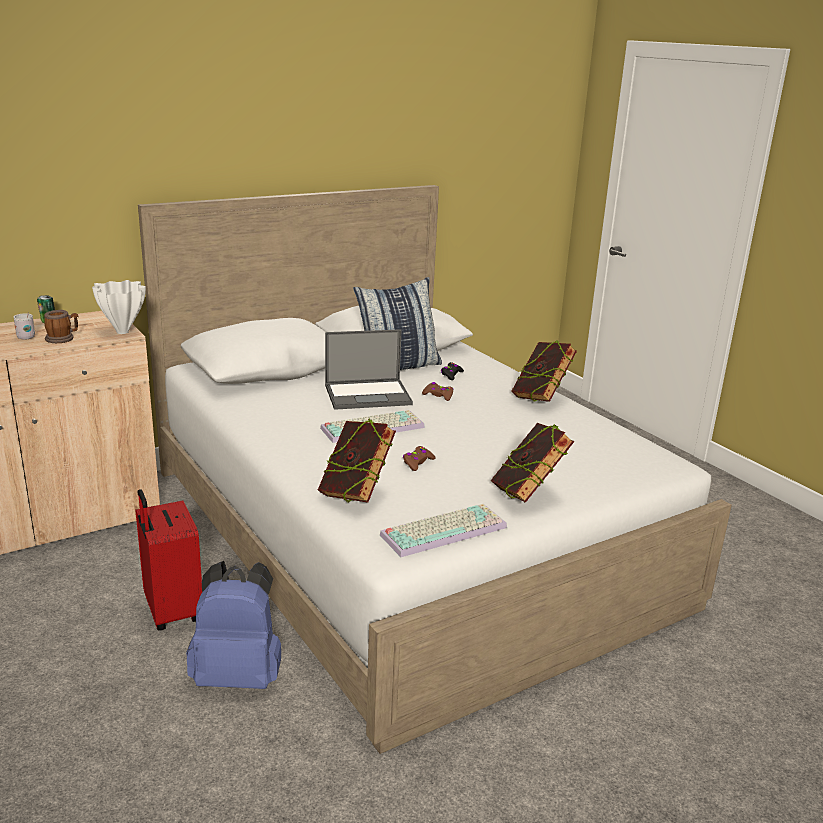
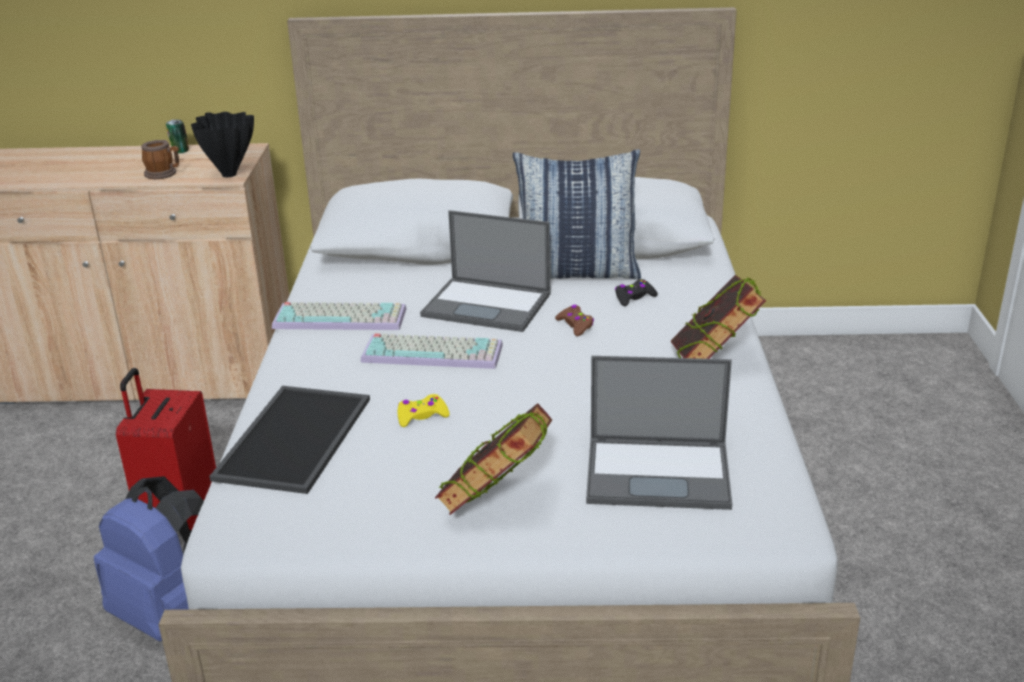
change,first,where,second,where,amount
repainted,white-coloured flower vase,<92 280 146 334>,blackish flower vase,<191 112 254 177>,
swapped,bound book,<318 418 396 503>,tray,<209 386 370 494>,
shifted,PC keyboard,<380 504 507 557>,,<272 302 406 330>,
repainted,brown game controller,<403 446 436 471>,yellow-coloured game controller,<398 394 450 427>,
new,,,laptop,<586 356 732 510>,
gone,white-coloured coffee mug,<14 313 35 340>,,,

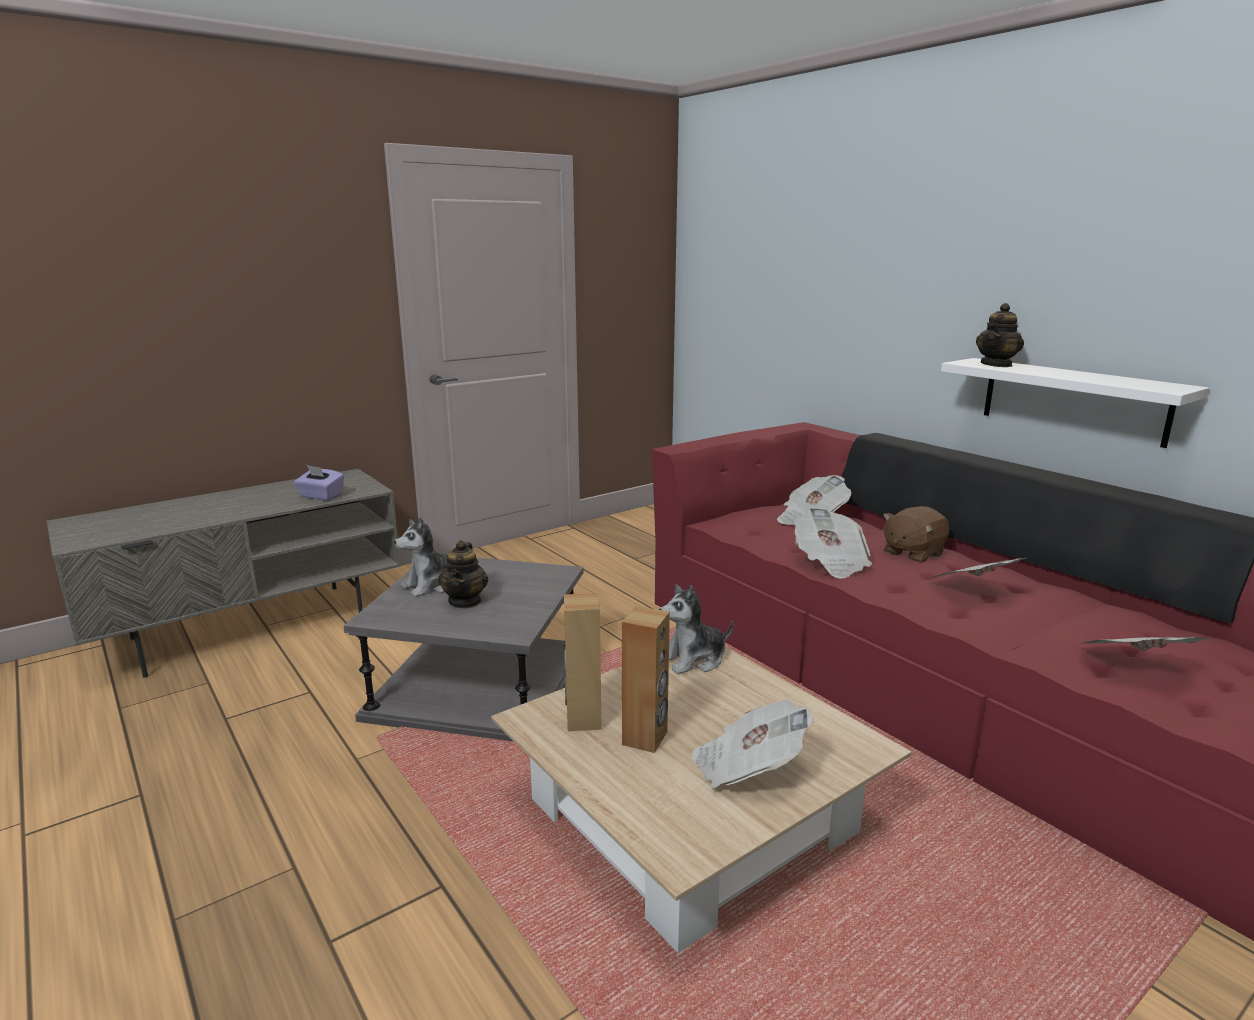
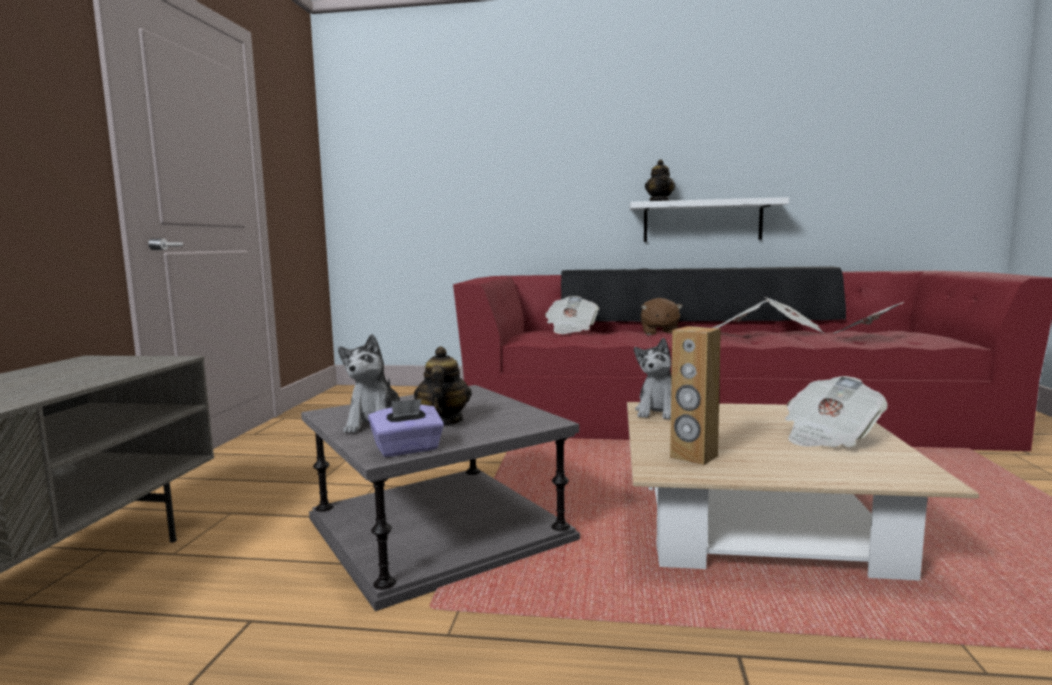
change,first,where,second,where,amount
shifted,purplish tissue box,<294 465 344 501>,,<368 399 444 457>,
rotated,pot for tea,<438 540 488 608>,,<414 346 472 426>,135 degrees counterclockwise
shifted,printed paper,<794 507 872 579>,,<765 297 824 333>,
gone,brown speaker,<622 606 670 753>,,,

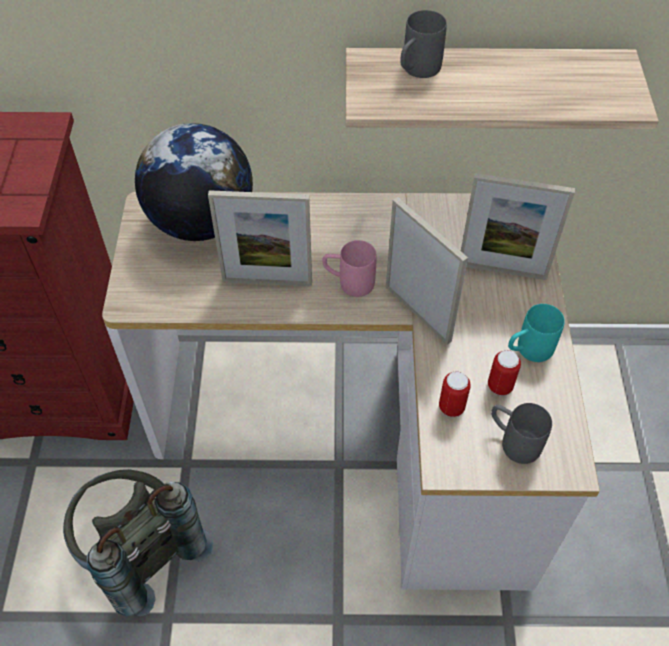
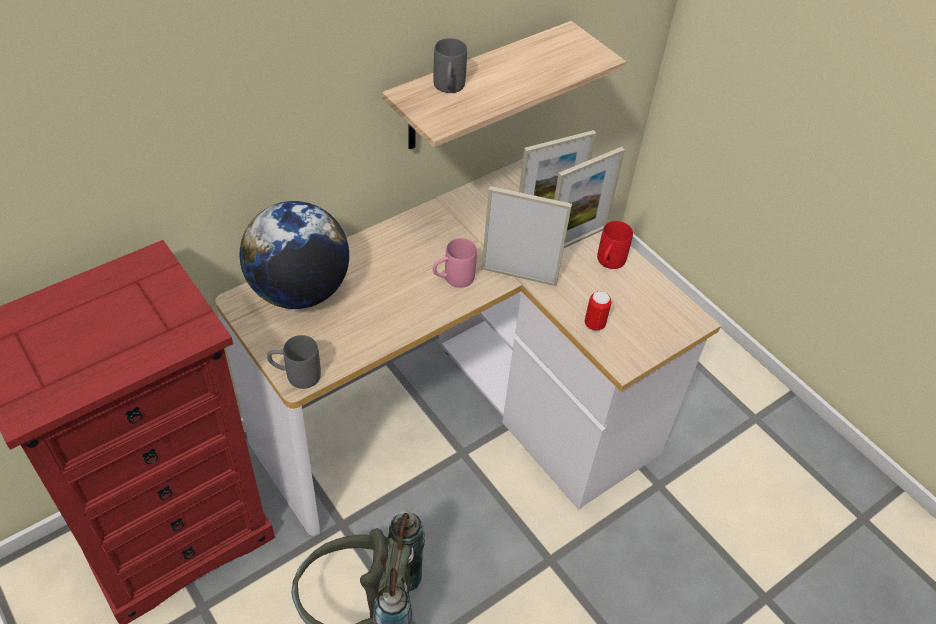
change,first,where,second,where,amount
shifted,greyish coffee mug,<491 403 552 464>,,<267 335 321 389>,
shifted,photo frame,<208 190 312 286>,,<554 147 625 248>,
repainted,turquoise-coloured coffee mug,<508 304 565 362>,red-coloured coffee mug,<597 221 633 269>,
gone,sealed can,<488 350 521 396>,,,

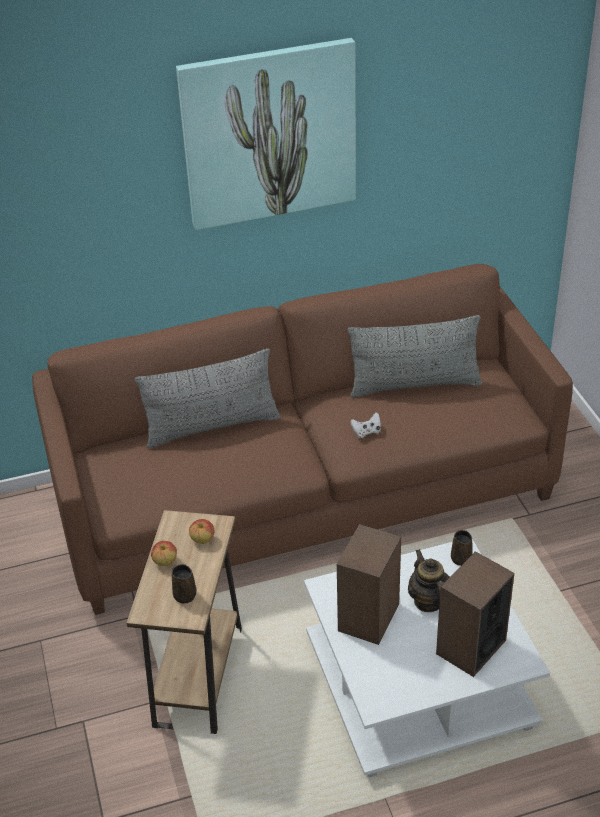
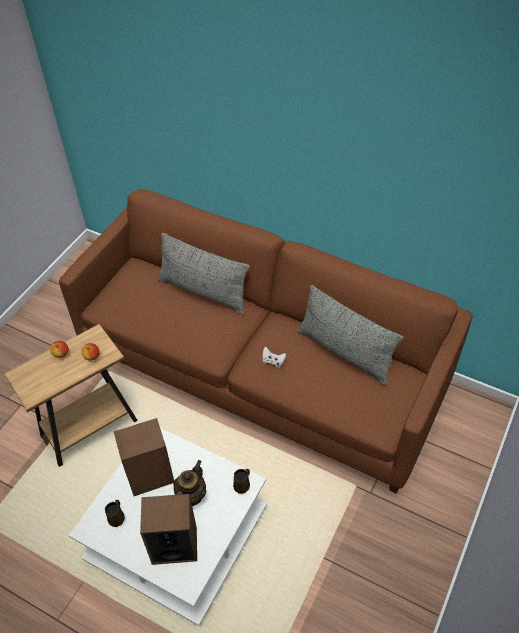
change,first,where,second,where,amount
shifted,brown coffee mug,<172 564 196 604>,,<105 500 125 527>,
gone,wall art,<176 38 356 230>,,,

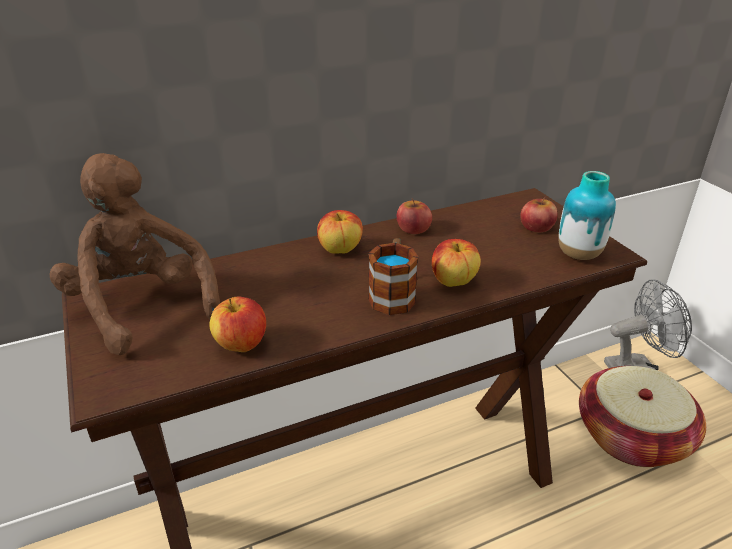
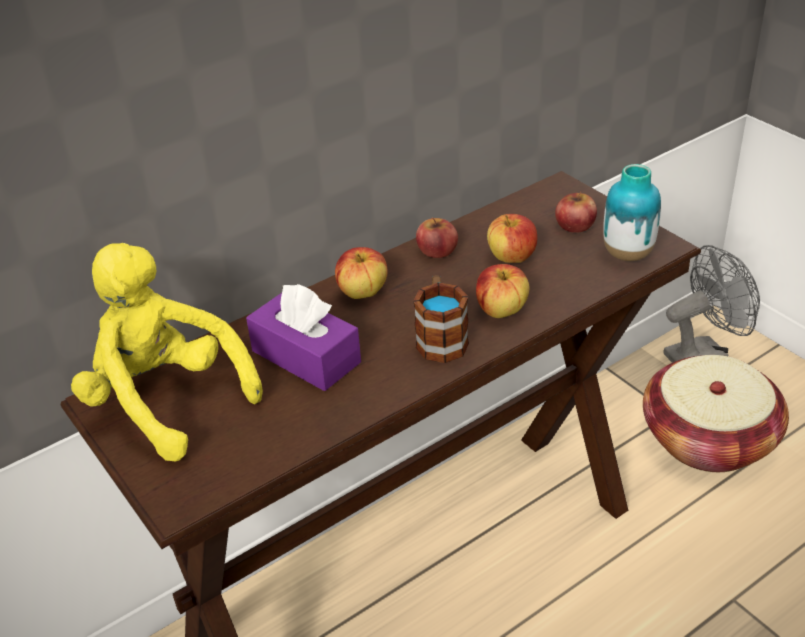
change,first,where,second,where,amount
repainted,brown plush toy,<50 153 220 355>,yellow-coloured plush toy,<71 243 263 462>,
new,,,purplish tissue box,<246 284 361 391>,
shifted,whole apple,<209 297 266 352>,,<487 214 537 263>,

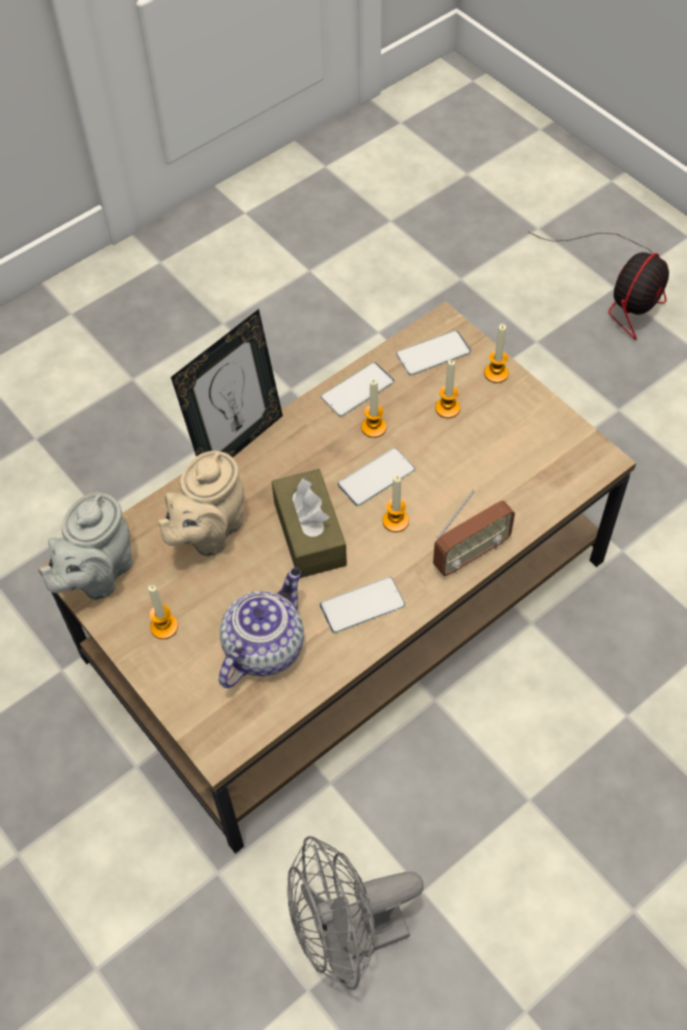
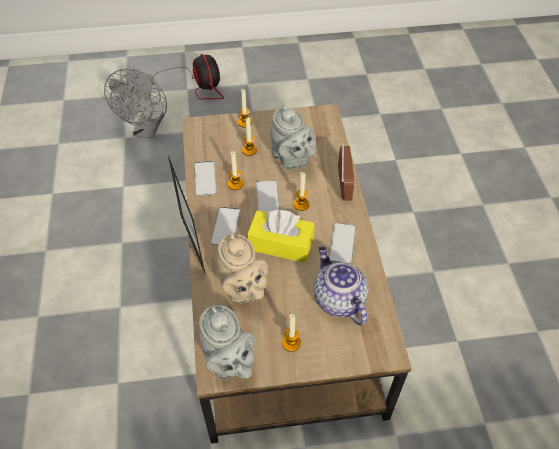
change,first,where,second,where,amount
shifted,greyish electric fan,<287 836 424 990>,,<104 69 167 139>,
shifted,telephone,<396 330 471 375>,,<211 207 240 245>,
repainted,brown tissue box,<272 469 347 578>,yellow-coloured tissue box,<247 210 314 263>,
new,,,greyish pot for tea,<270 105 316 169>,

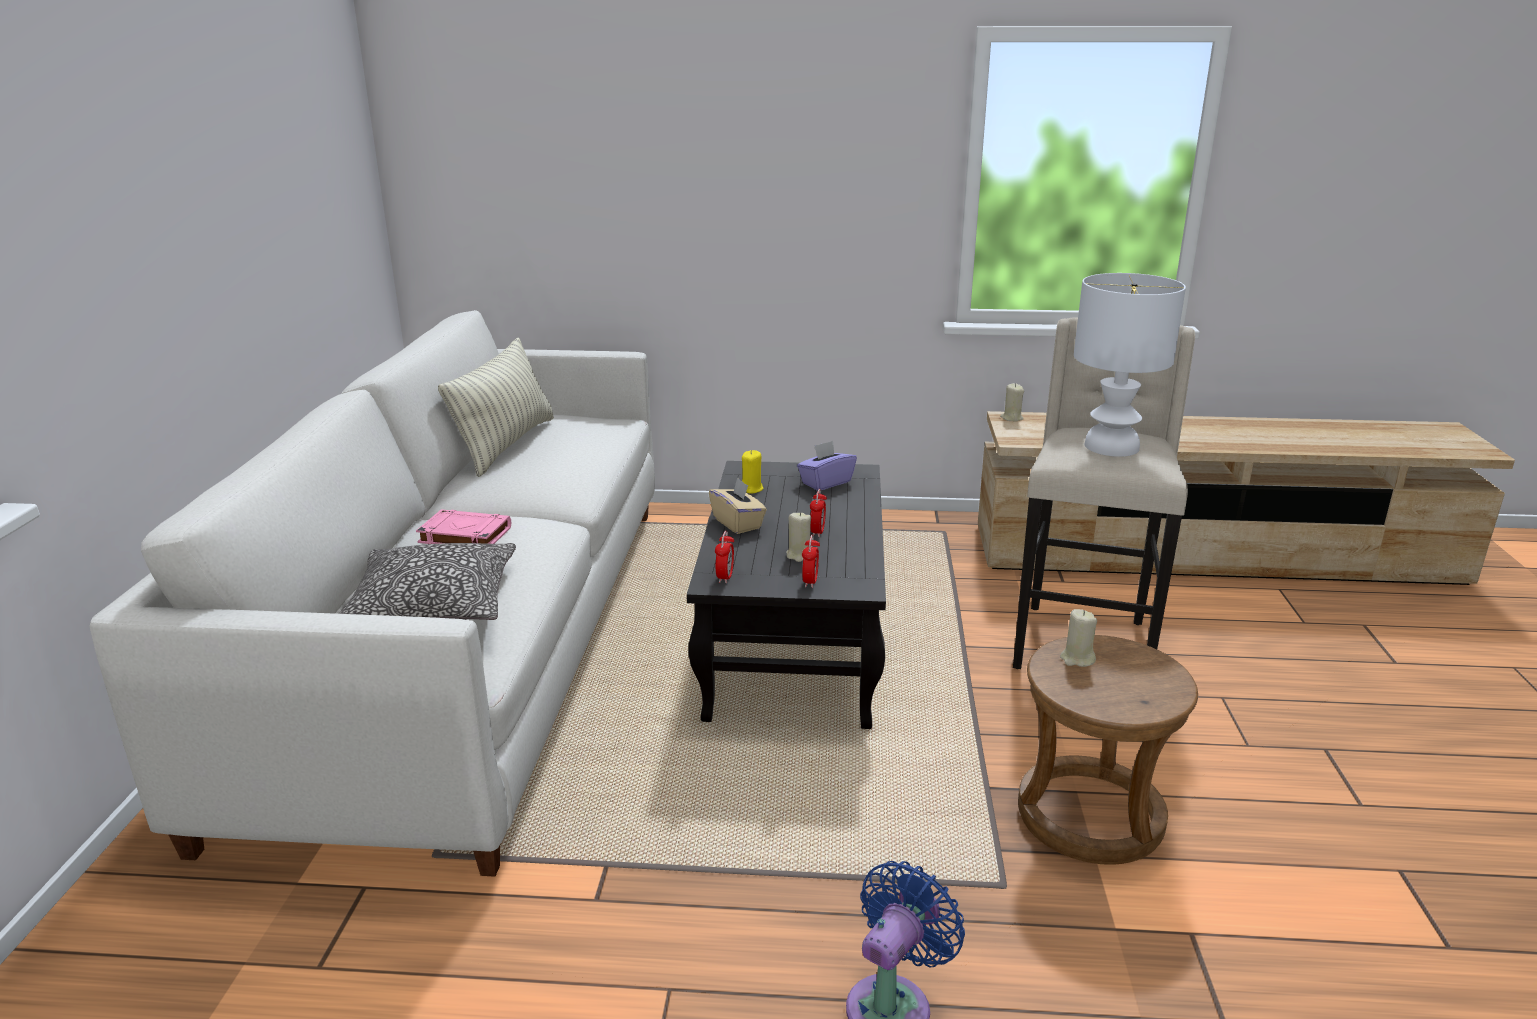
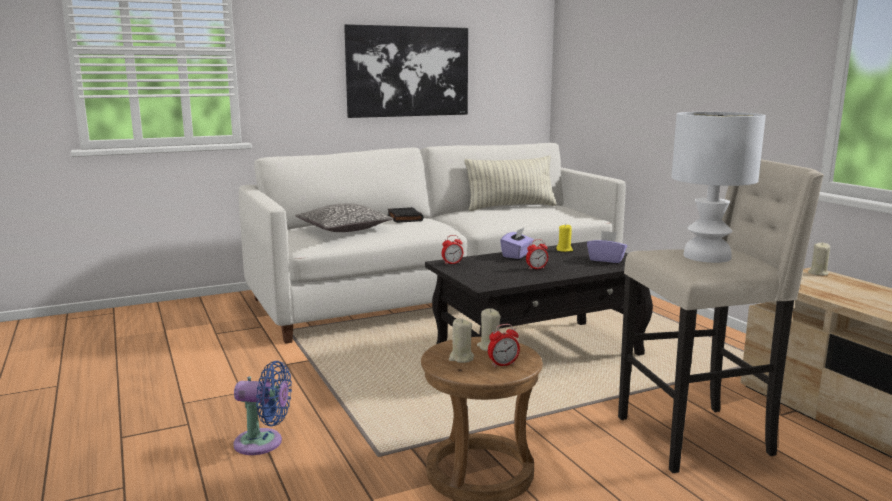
change,first,where,second,where,amount
new,,,wall art,<344 24 468 118>,
repainted,pinkish bound book,<416 509 511 544>,blackish bound book,<387 207 424 223>,
shifted,beige-coloured candle,<786 512 811 562>,,<449 319 474 363>,
shifted,bedside clock,<802 535 820 588>,,<488 324 520 367>,
repainted,beige-coloured tissue box,<709 477 767 534>,purplish tissue box,<500 227 534 259>,

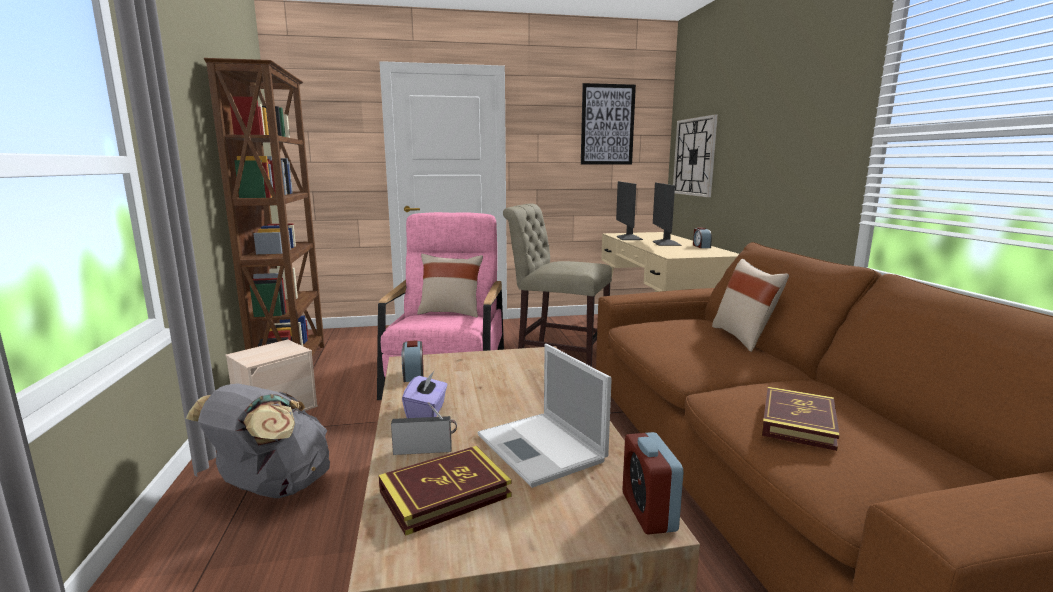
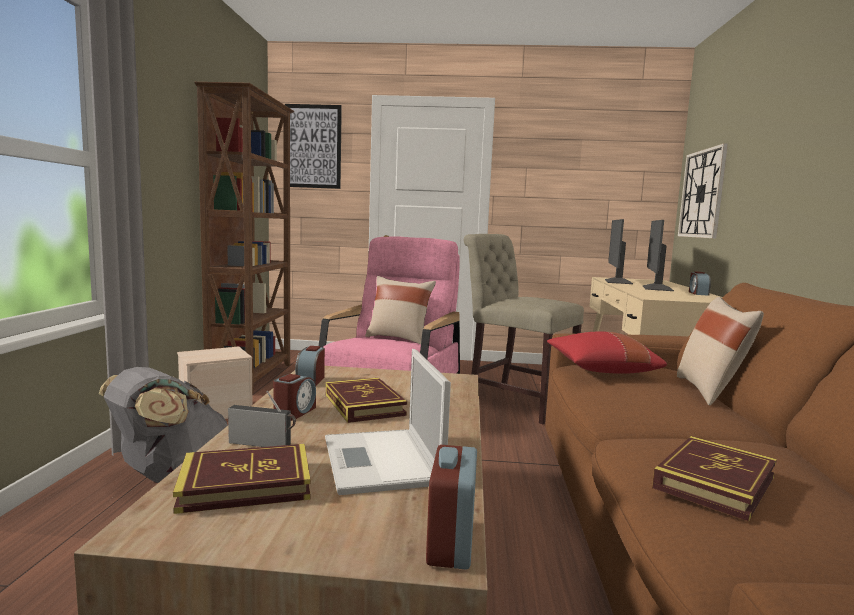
change,first,where,second,where,amount
swapped,purplish tissue box,<402 371 448 418>,bedside clock,<273 374 316 421>,
shifted,wall art,<581 83 636 165>,,<285 104 342 189>,
new,,,bound book,<326 378 407 423>,
new,,,red-coloured pillow,<547 331 667 374>,

